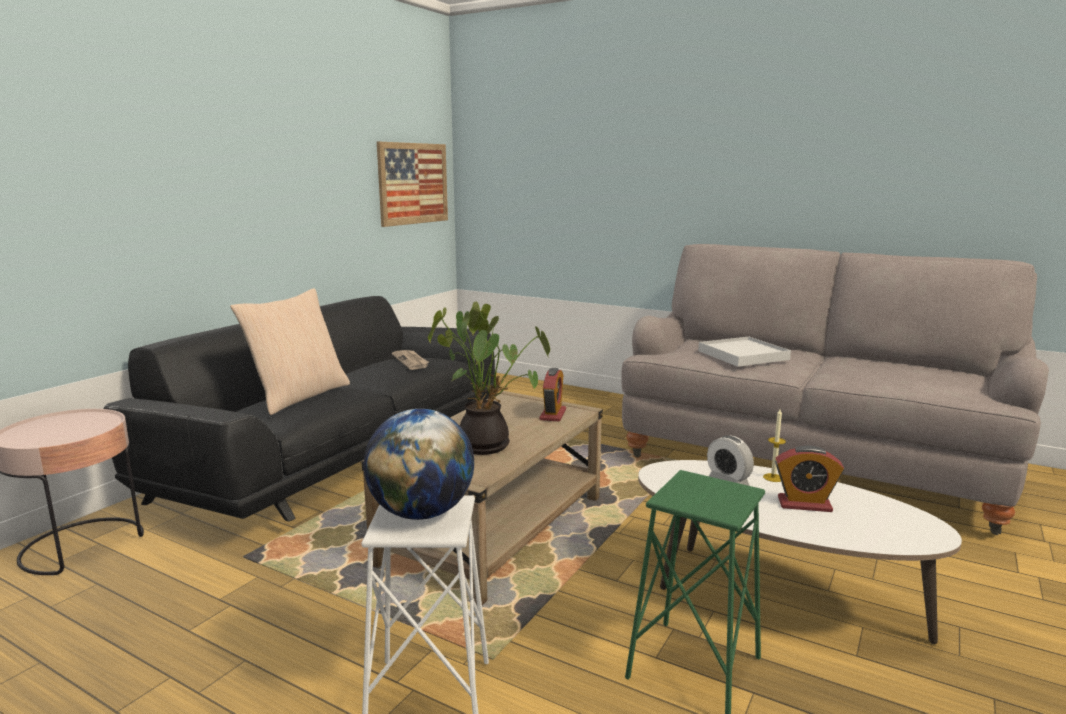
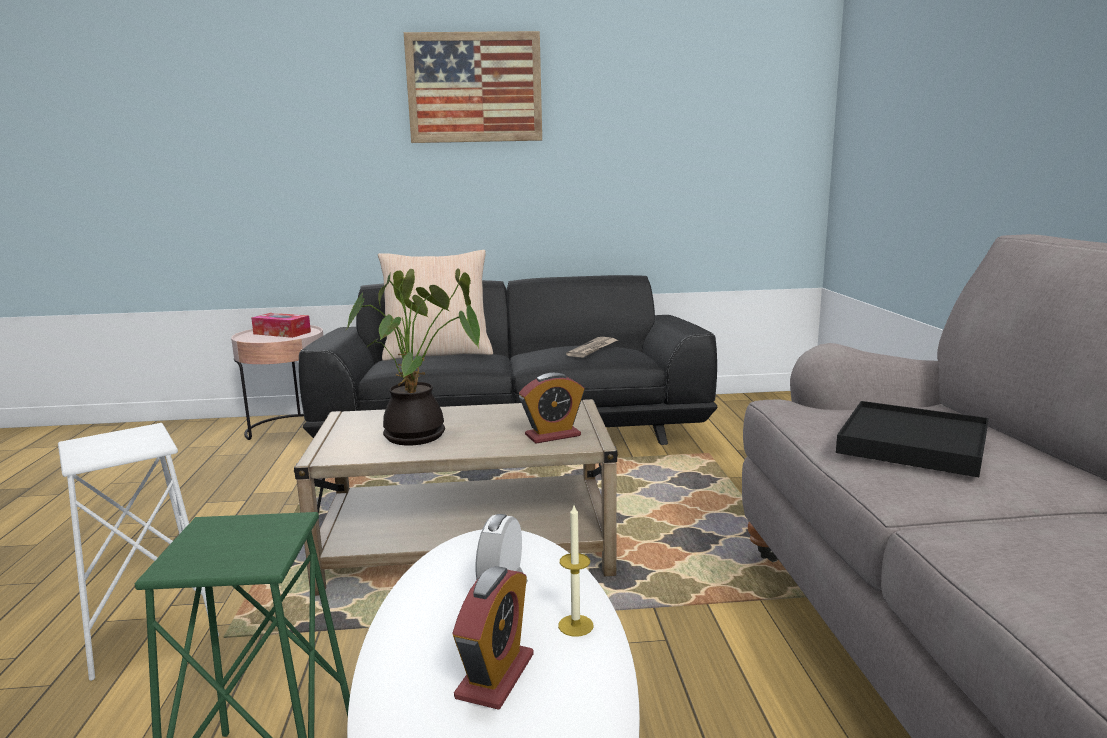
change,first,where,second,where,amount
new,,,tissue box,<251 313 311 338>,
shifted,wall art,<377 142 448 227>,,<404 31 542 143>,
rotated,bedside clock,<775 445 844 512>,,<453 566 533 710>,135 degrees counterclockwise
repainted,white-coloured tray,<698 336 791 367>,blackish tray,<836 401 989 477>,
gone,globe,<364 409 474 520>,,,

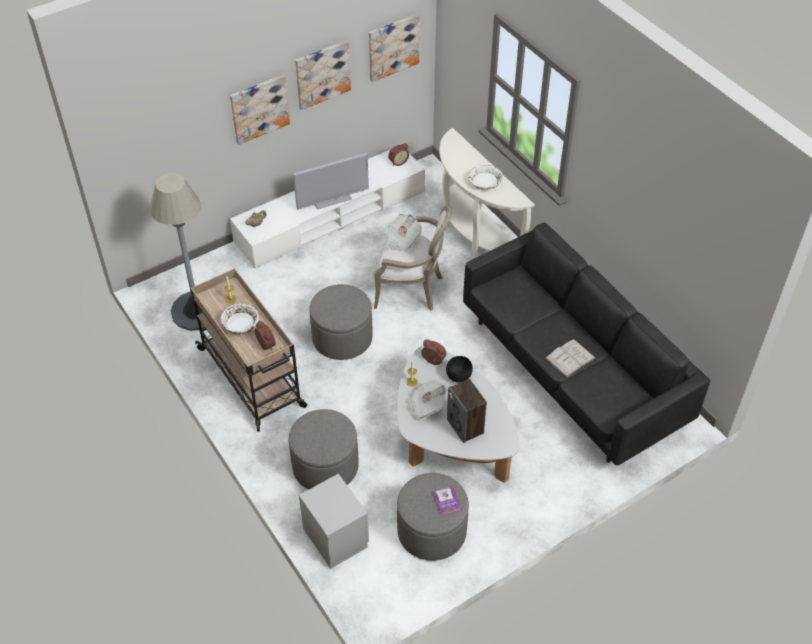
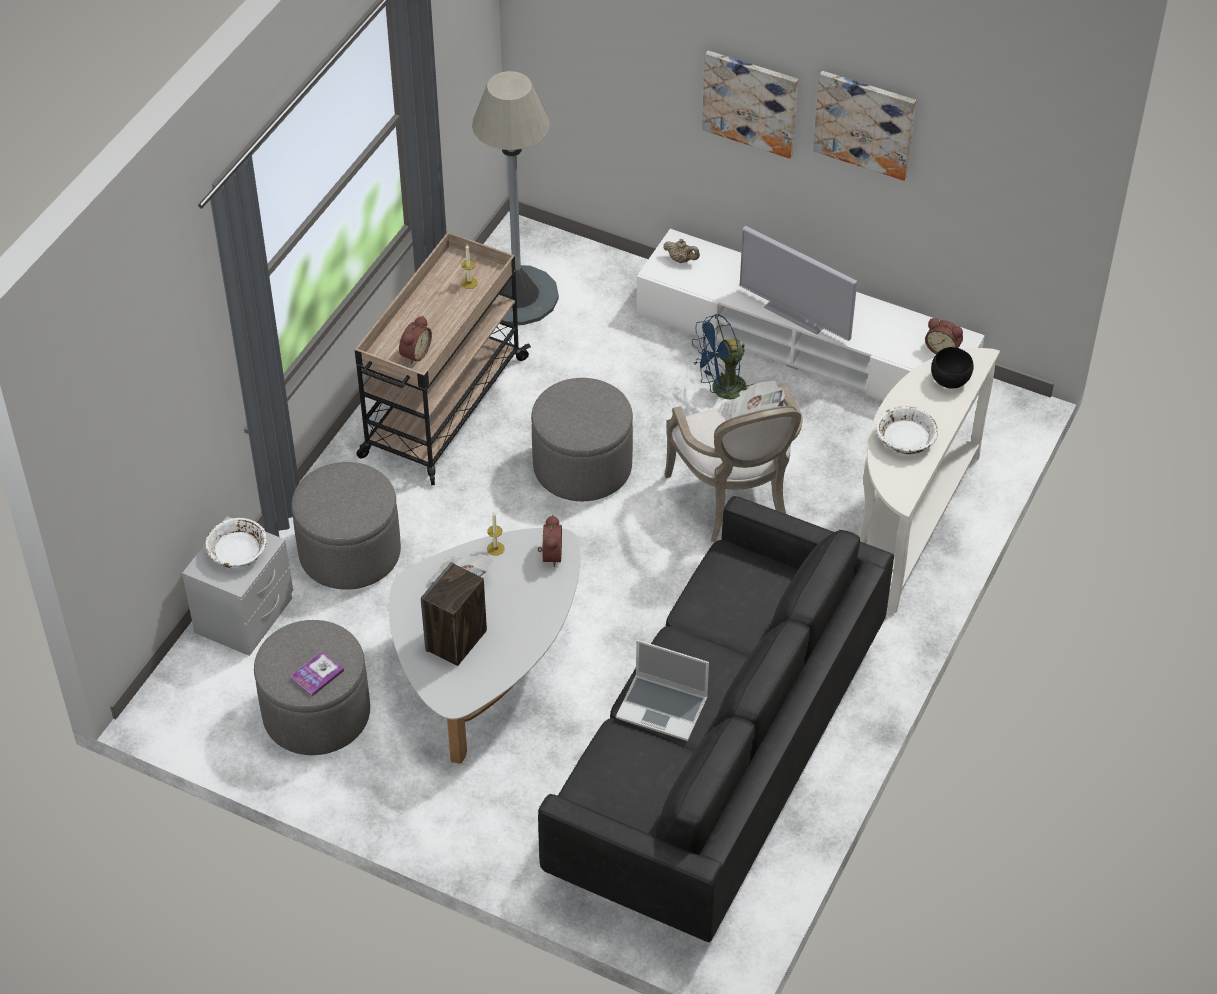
change,first,where,second,where,amount
shifted,white-coloured serving bowl,<220 304 259 334>,,<205 518 267 569>,
swapped,white-coloured bound book,<545 339 596 378>,laptop,<616 640 709 741>,
new,,,blue electric fan,<692 314 752 399>,
shifted,blackish serving bowl,<446 356 473 382>,,<931 347 974 389>,
gone,wall art,<369 14 420 82>,,,

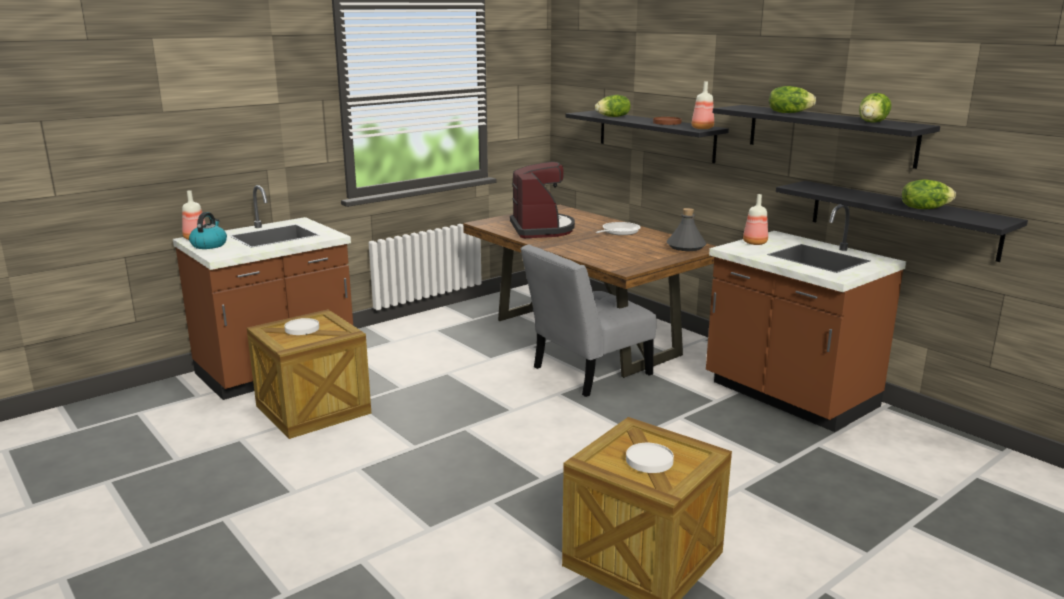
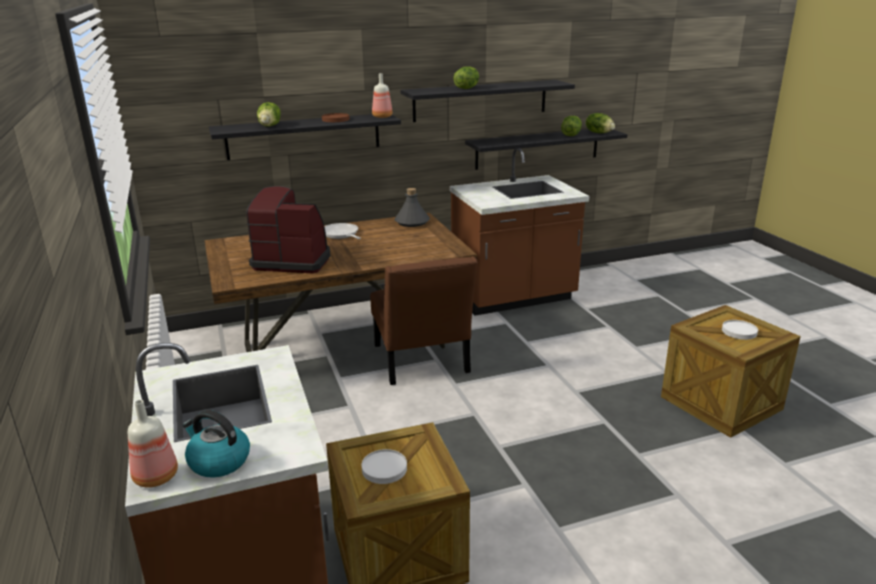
change,first,where,second,where,amount
repainted,greyish upright chair,<521 245 656 397>,brown upright chair,<370 256 478 385>,
shifted,head of lettuce,<859 93 892 123>,,<586 113 615 133>,
gone,bottle,<743 194 768 245>,,,

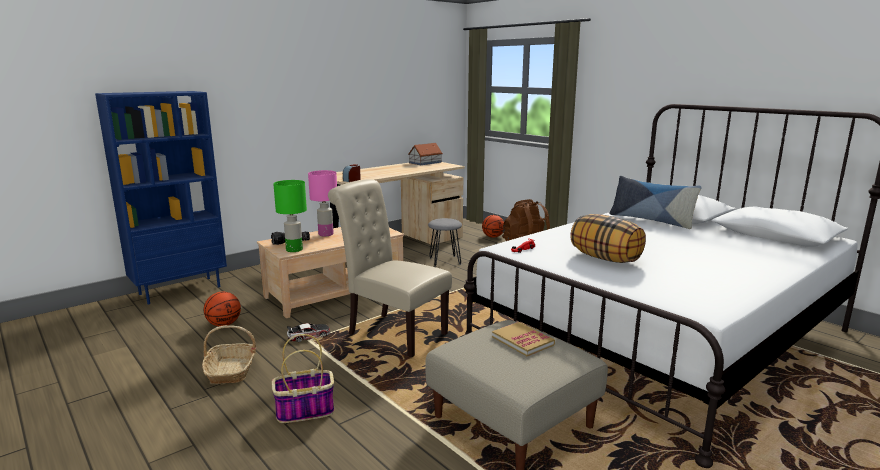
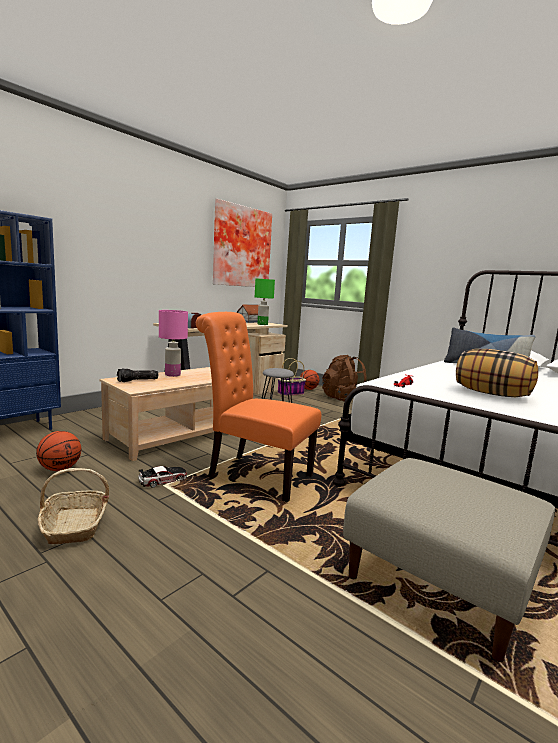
change,first,where,second,where,amount
repainted,beige-coloured upright chair,<328 179 452 358>,orange-coloured upright chair,<196 312 321 503>,
new,,,wall art,<213 199 272 287>,
shifted,green tabletop lamp,<273 180 307 252>,,<255 279 275 325>,
shifted,household basket,<271 334 334 423>,,<277 358 306 396>,
gone,bound book,<492 322 555 356>,,,

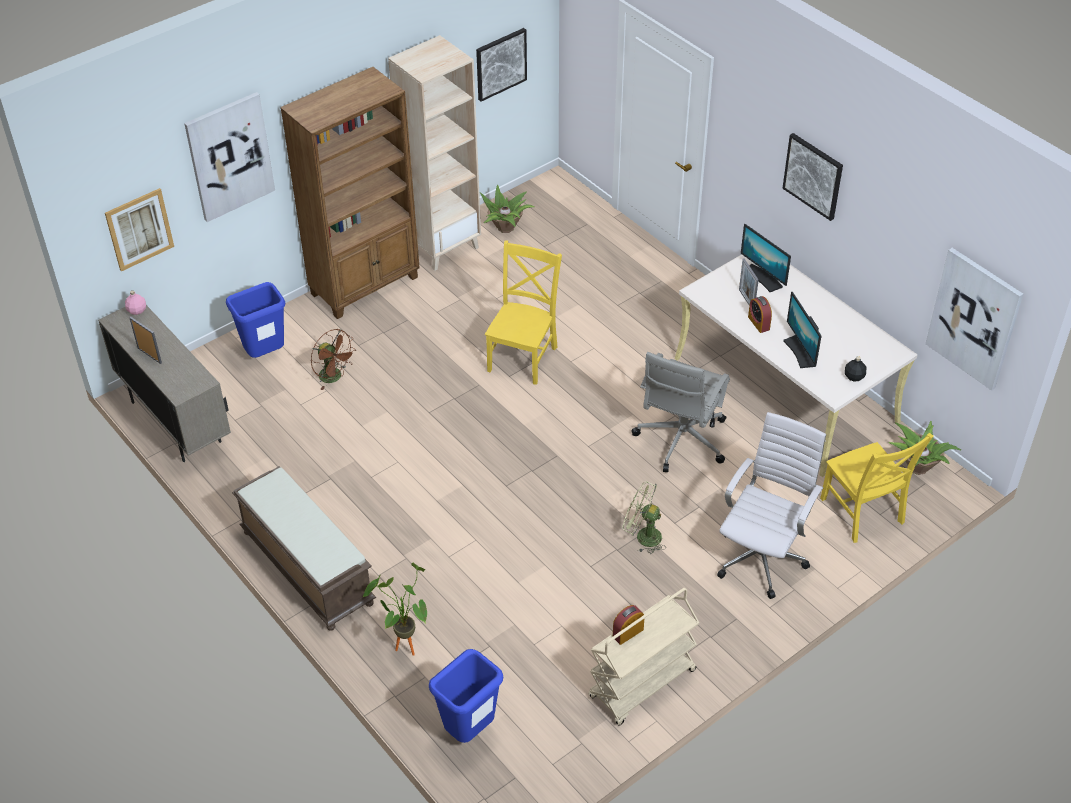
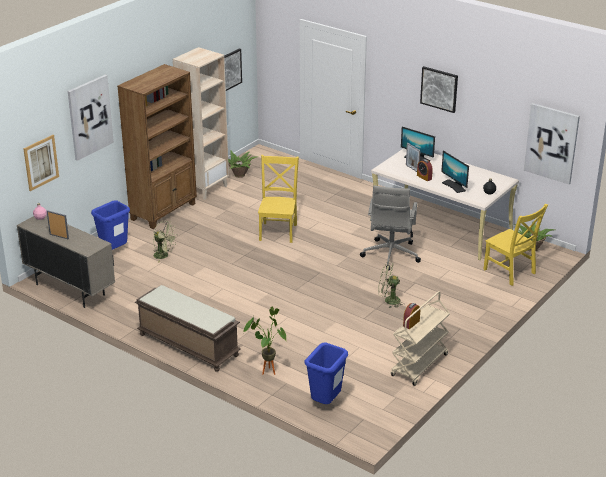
change,first,where,second,where,amount
repainted,brown electric fan,<311 329 355 390>,green electric fan,<153 221 177 263>,
gone,white-coloured desk chair,<717 412 826 599>,,,

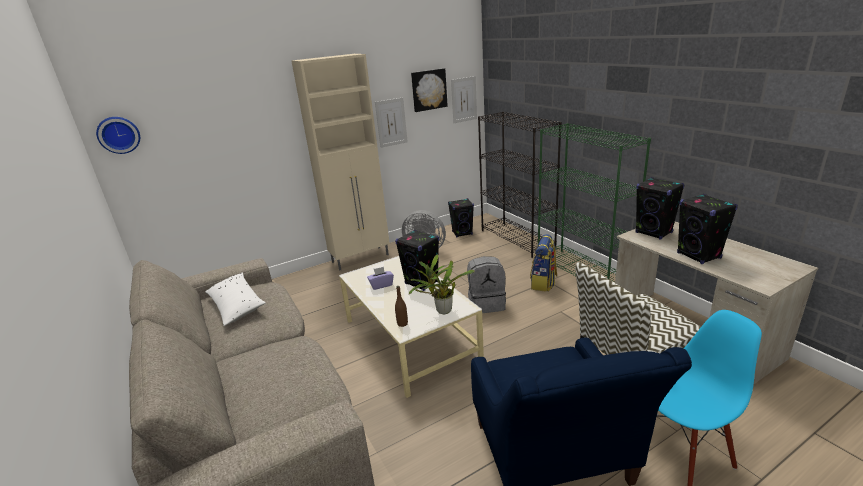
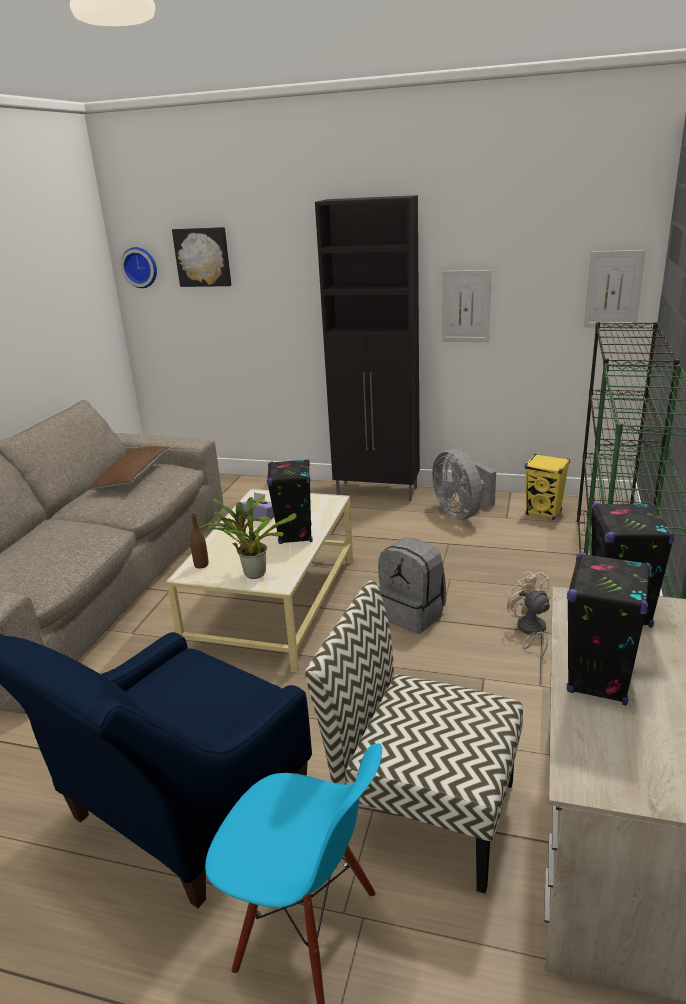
change,first,where,second,where,amount
repainted,white-coloured pillow,<205 272 266 326>,brown pillow,<88 446 170 490>,
shifted,wall art,<411 68 448 112>,,<172 227 231 287>,
repainted,beige-coloured cabinet,<292 54 390 270>,blackish cabinet,<315 195 420 501>,
swapped,rucksack,<530 234 557 292>,beige-coloured electric fan,<507 570 550 660>,
repainted,blackish speaker,<448 198 474 237>,yellow-coloured speaker,<525 454 570 520>,

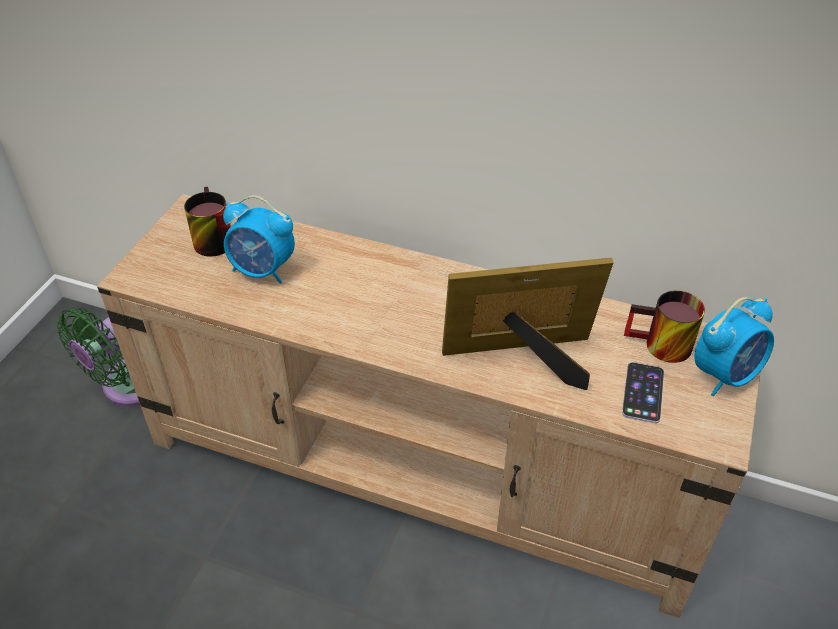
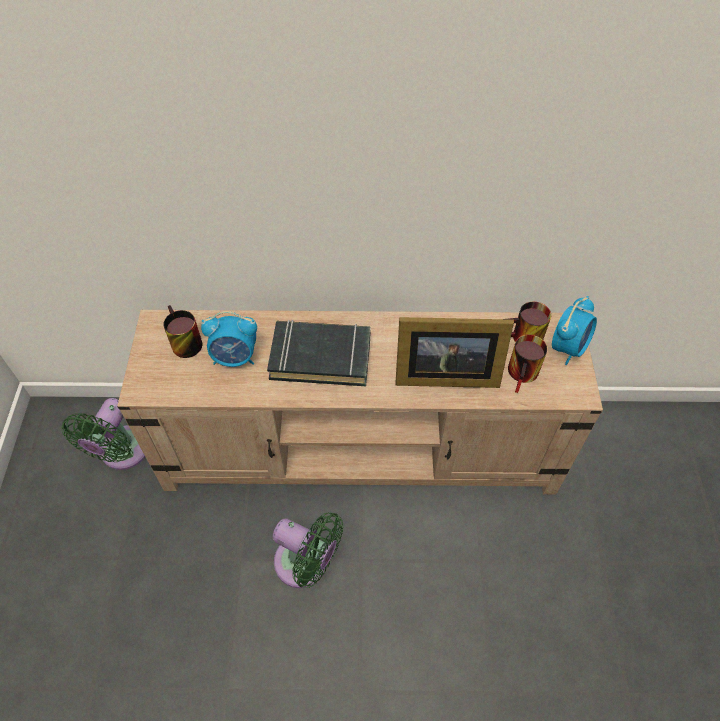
change,first,where,second,where,amount
new,,,blackish bound book,<267 320 371 386>,
new,,,green electric fan,<273 512 343 588>,
rotated,photo frame,<442 258 614 390>,,<396 317 514 388>,150 degrees counterclockwise
swapped,telephone,<622 362 664 423>,coffee mug,<508 334 547 393>,

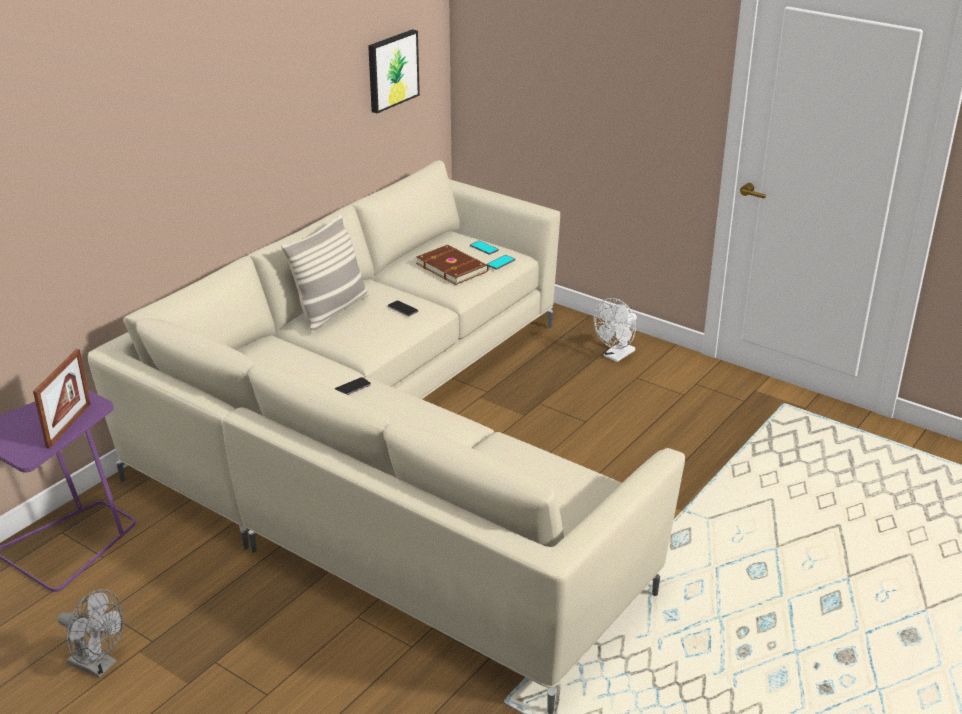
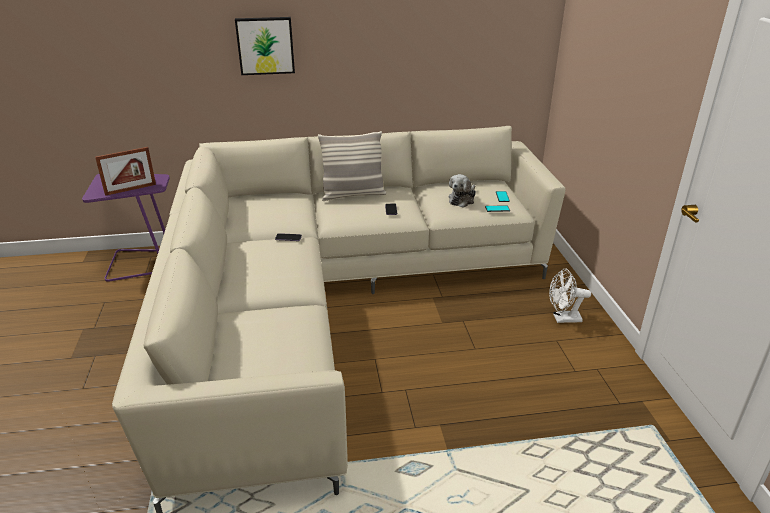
change,first,where,second,where,amount
shifted,wall art,<368 29 420 113>,,<235 17 295 75>,
swapped,brown bound book,<416 245 489 285>,plush toy,<449 174 476 208>,
gone,greyish electric fan,<57 589 123 678>,,,

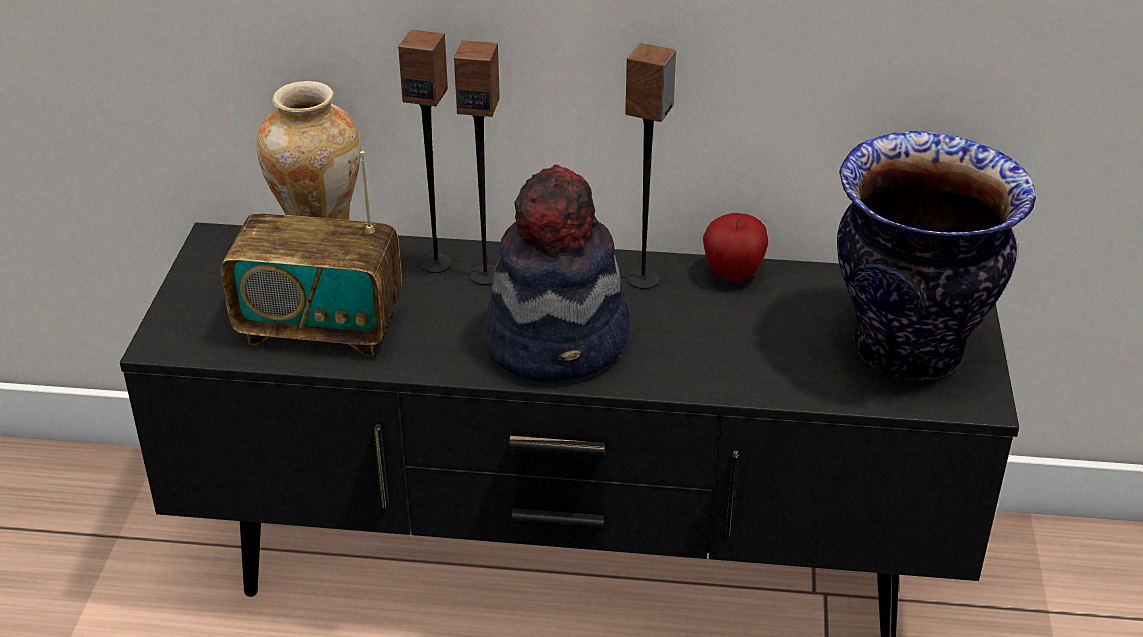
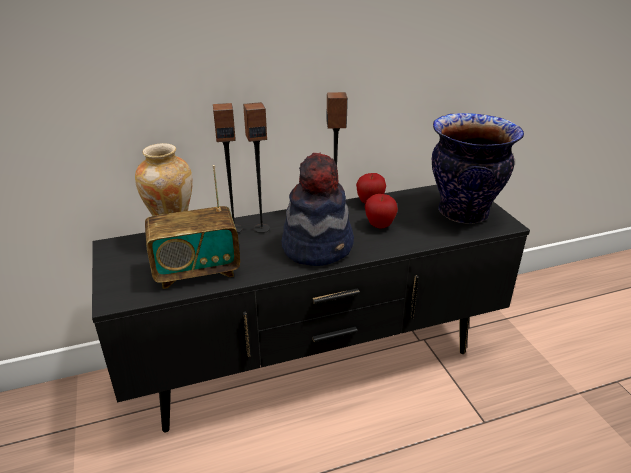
change,first,where,second,where,amount
new,,,whole apple,<365 194 398 228>,

